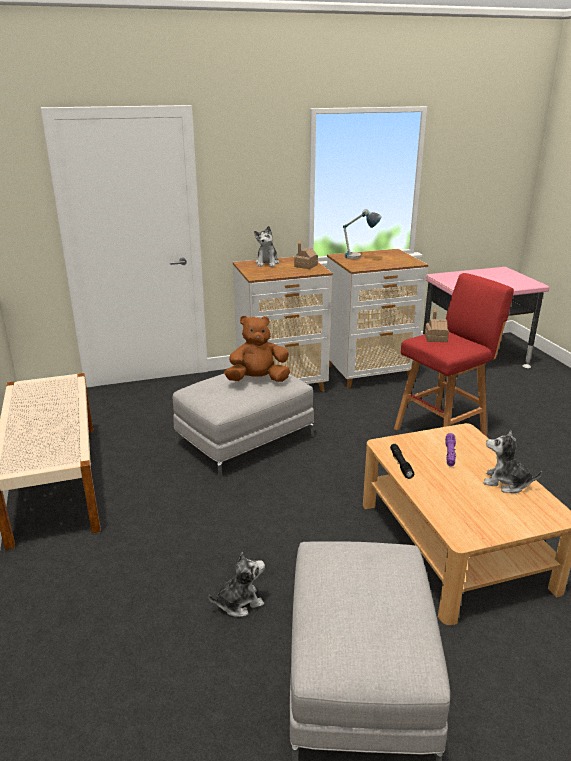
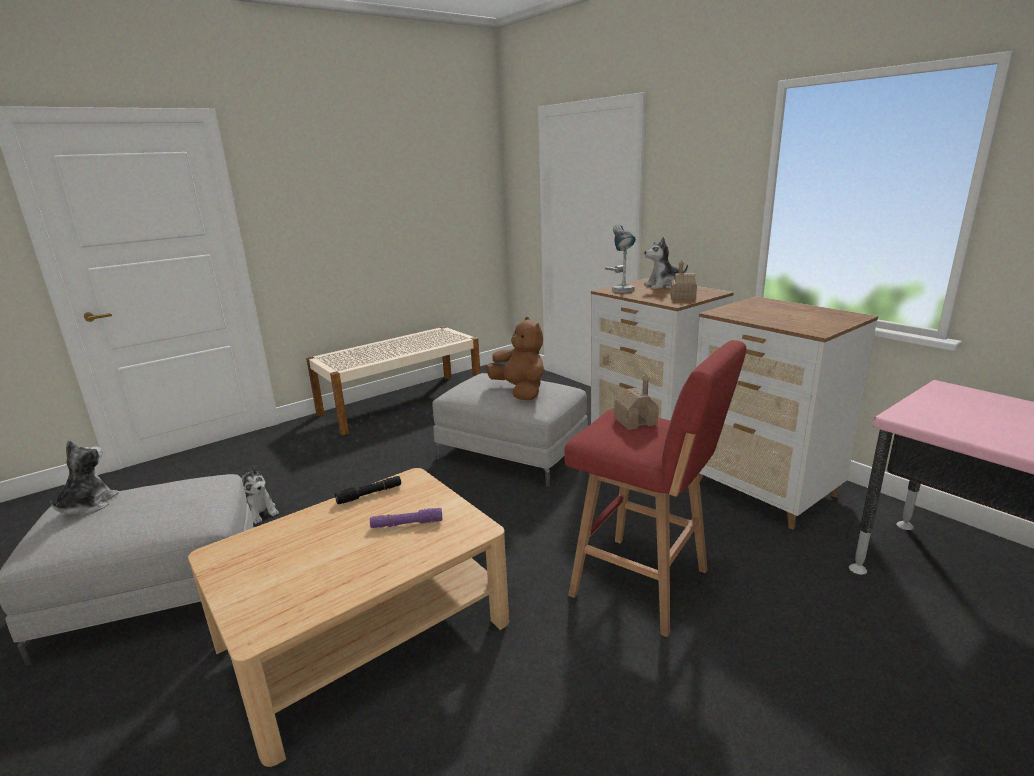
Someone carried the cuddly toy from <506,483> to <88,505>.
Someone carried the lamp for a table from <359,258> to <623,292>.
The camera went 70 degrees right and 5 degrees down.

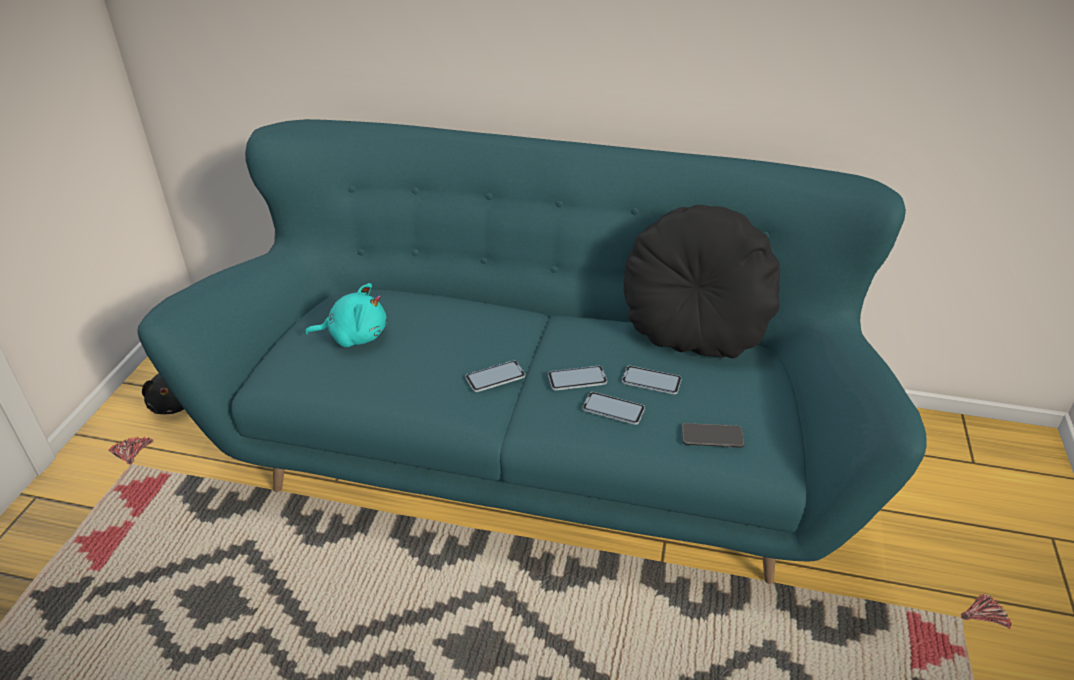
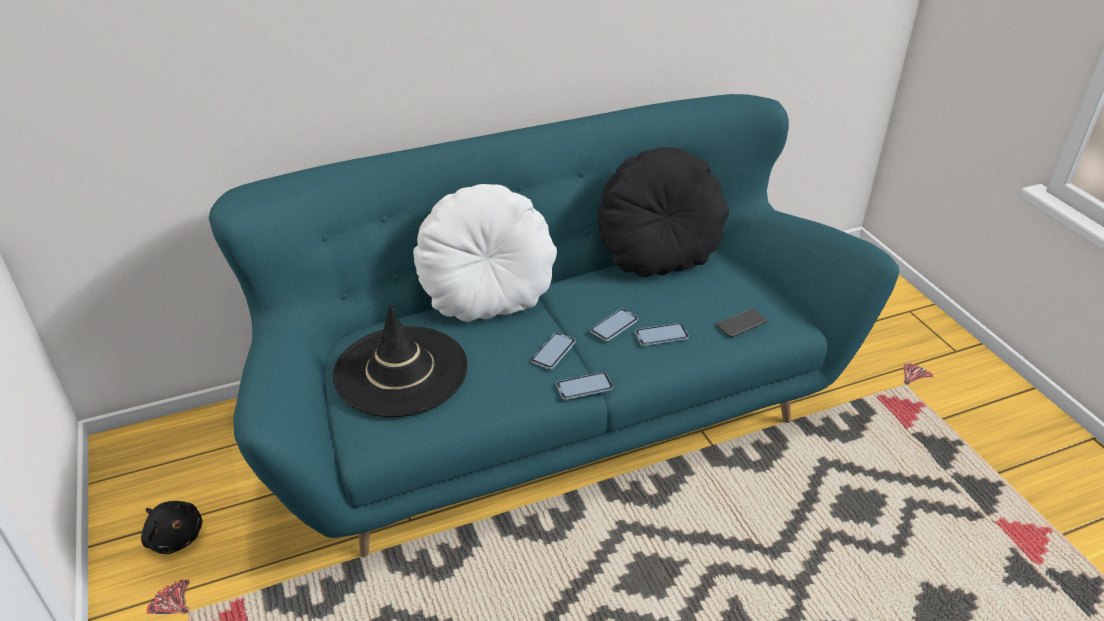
Someone swapped the blue-green cuddly toy at <354,336> for the black-coloured hat at <401,371>.
Someone put down the white throw pillow at <488,304>.
Someone carried the handset from <651,381> to <584,387>.
The camera went 35 degrees left and 0 degrees up.

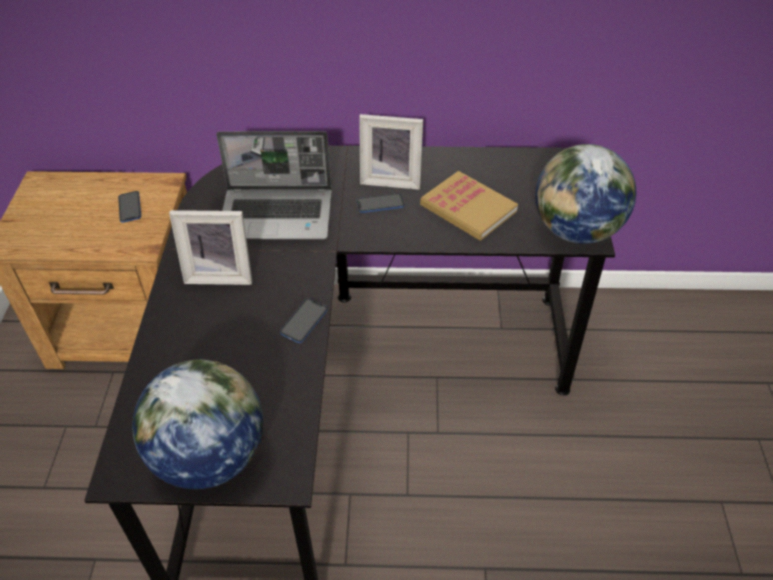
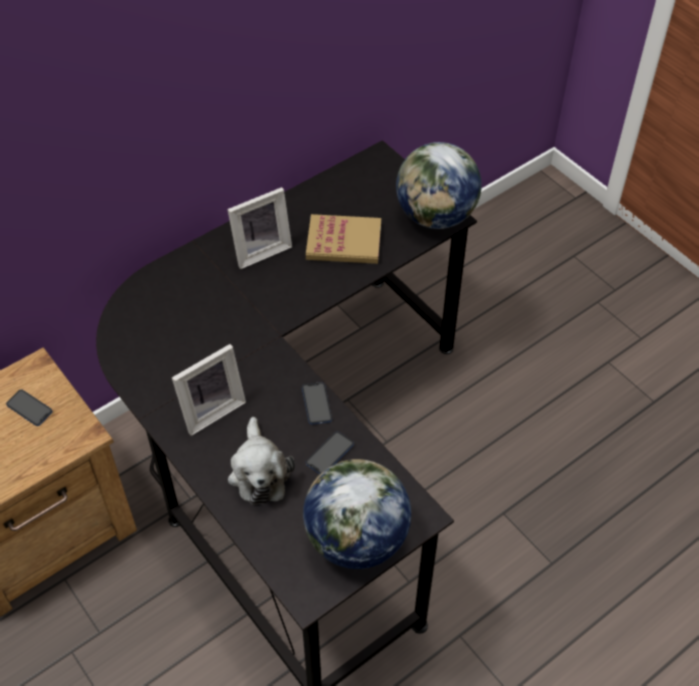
Someone put down the cuddly toy at <259,472>.
Someone carried the handset from <380,204> to <329,454>.
Someone took away the laptop at <278,215>.
The camera went 40 degrees left and 5 degrees up.

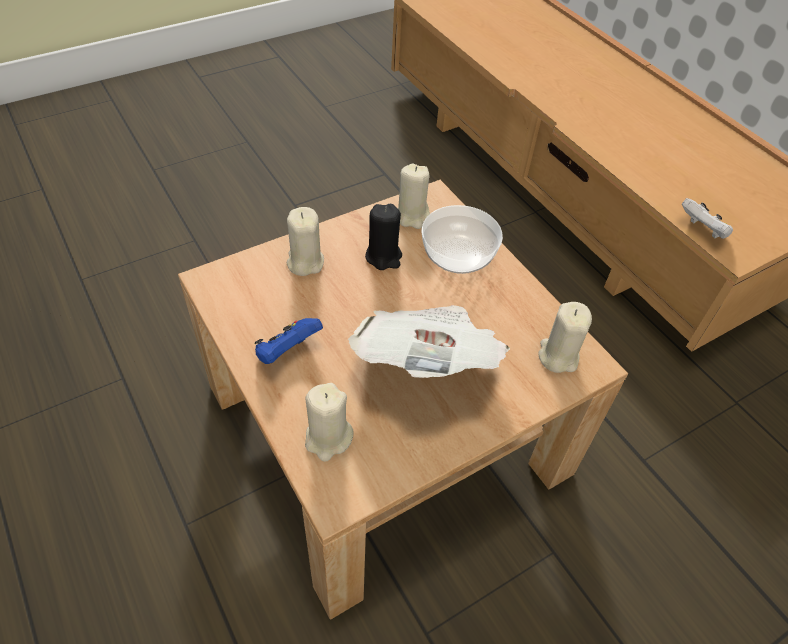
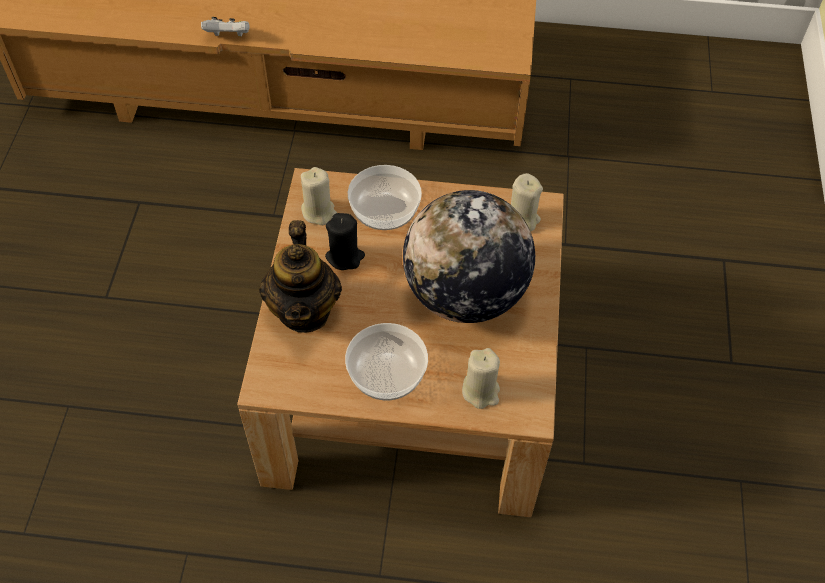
Someone carried the white joypad from <702,231> to <228,37>.
Someone swapped the sand-coloured wax candle at <305,262> for the teapot at <304,310>.
Someone swapped the blue-coloured joypad at <287,352> for the deep dish at <385,373>.
Someone swapped the printed paper at <427,361> for the desk globe at <465,294>.
The camera went 50 degrees left and 5 degrees up.

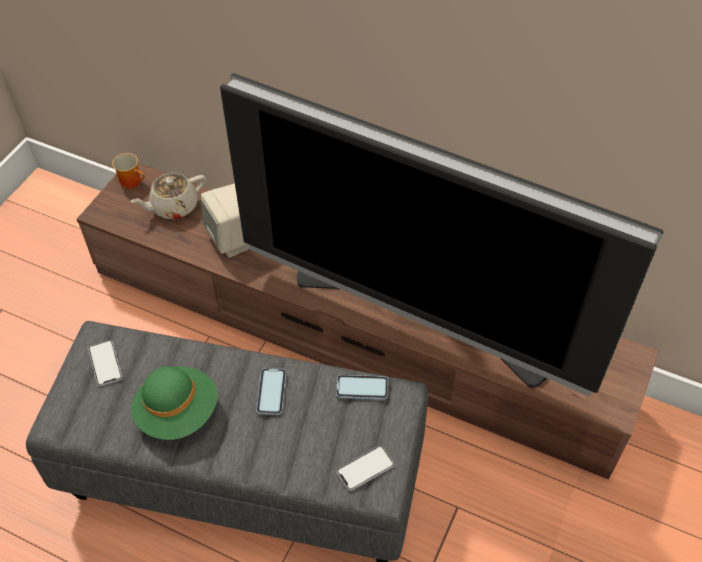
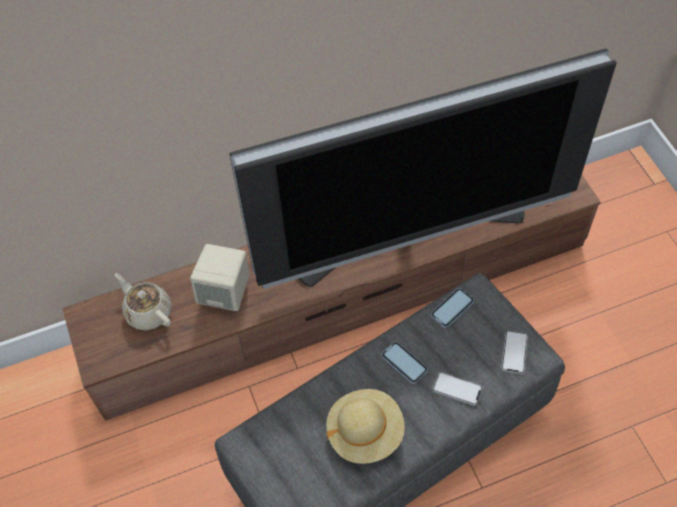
Someone rotated the sand-coloured teapot at <173,206> by 120 degrees clockwise.
Someone repainted the green-coloured hat at <178,412>, which became the sand-coloured hat at <365,432>.
Someone carried the handset from <105,363> to <457,389>.
Someone took away the tea mug at <133,181>.
The camera went 45 degrees left and 5 degrees up.

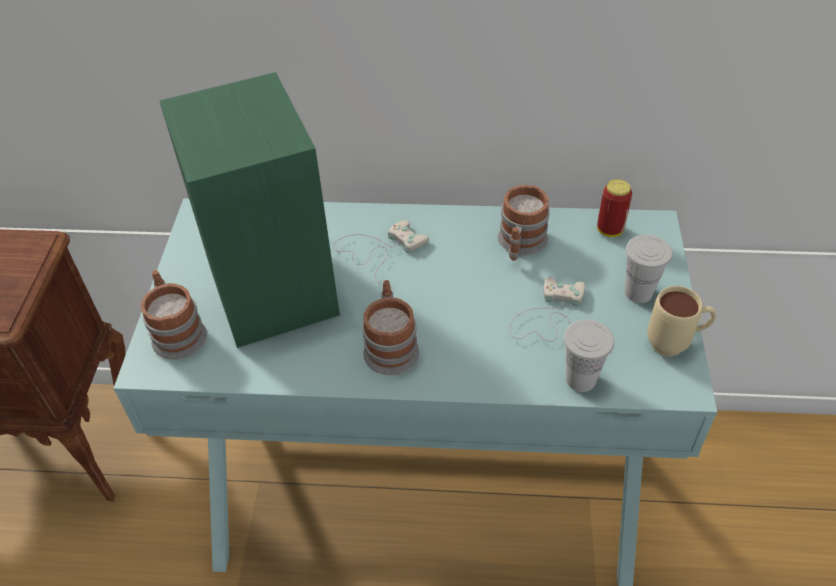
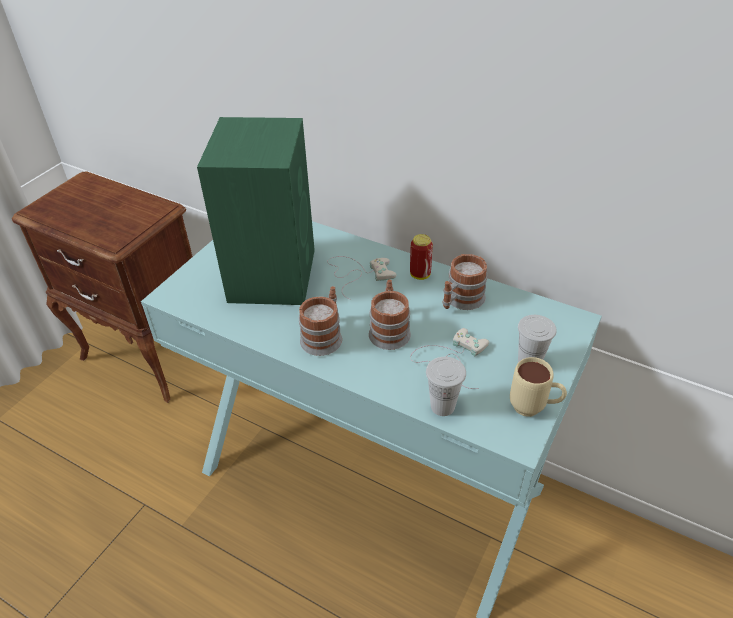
Someone carried the tea mug from <177,332> to <389,330>.
Someone carried the can from <610,230> to <420,275>.
The camera went 25 degrees right and 5 degrees down.

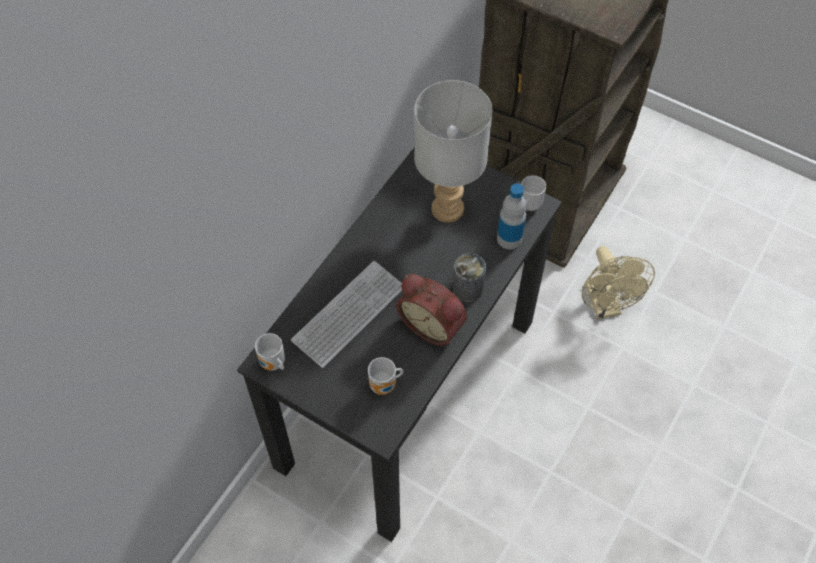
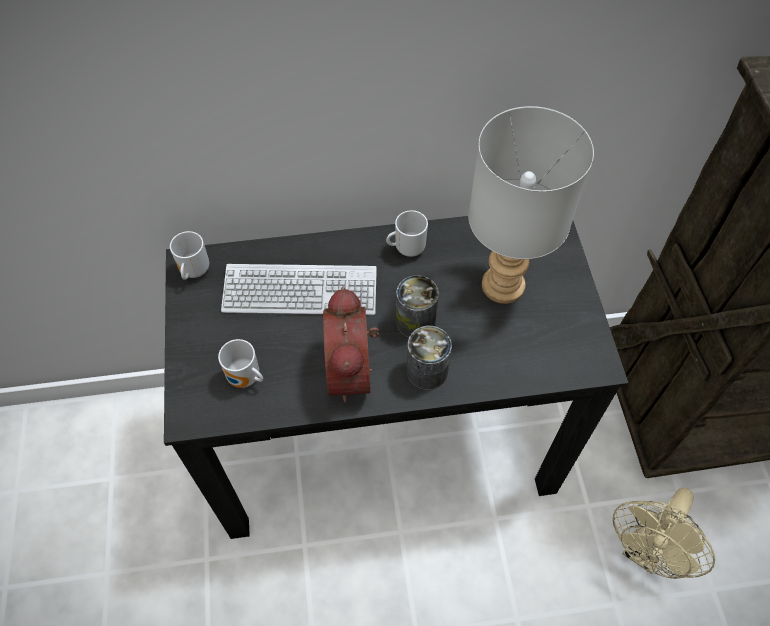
Someone carried the tea mug from <528,206> to <407,248>.
Someone put down the can at <415,321>.
Someone took away the beverage bottle at <509,238>.
The camera went 50 degrees right and 0 degrees up.

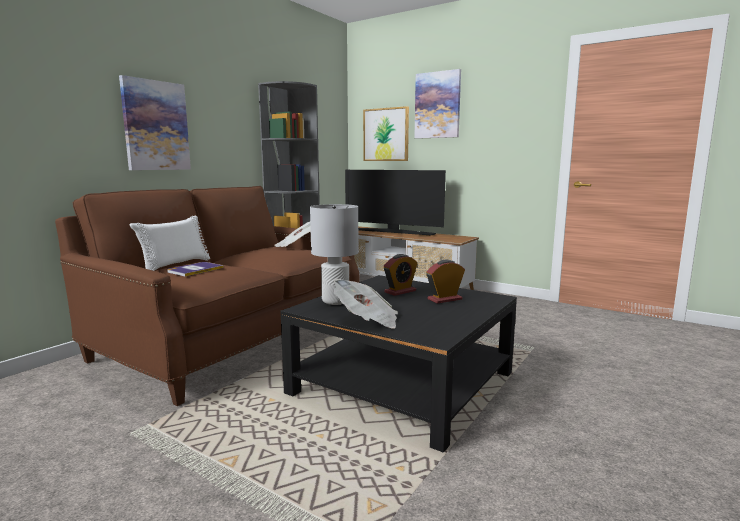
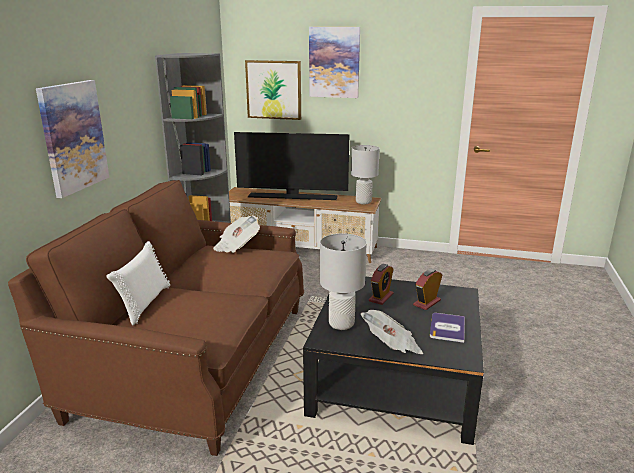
Someone put down the grey lamp for a table at <363,203>.
Someone carried the volume from <195,270> to <447,328>.
The camera went 20 degrees left and 10 degrees up.

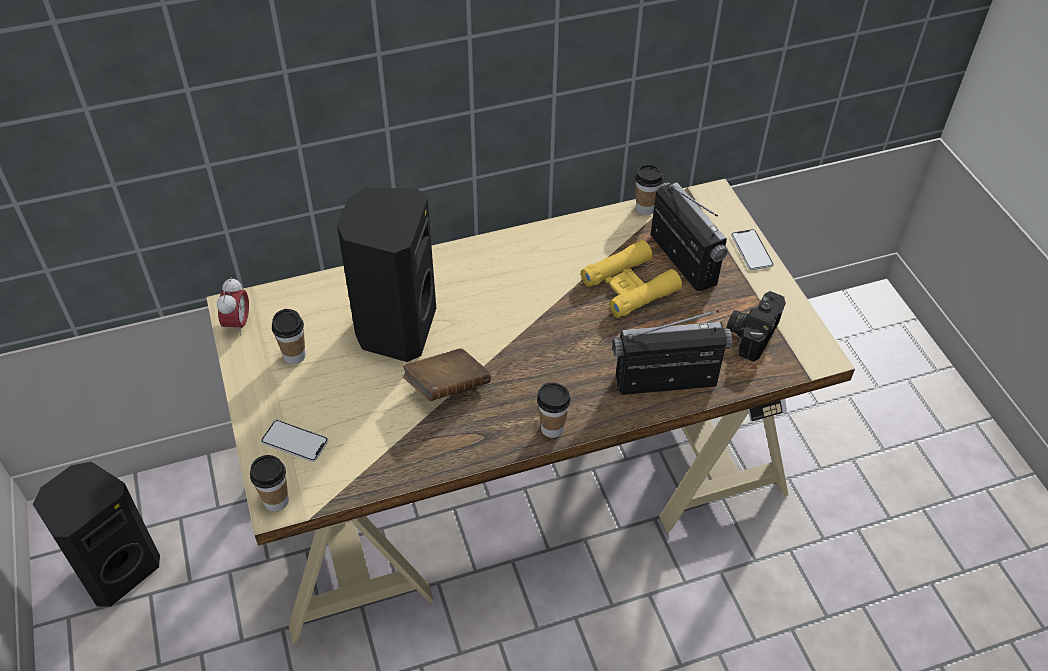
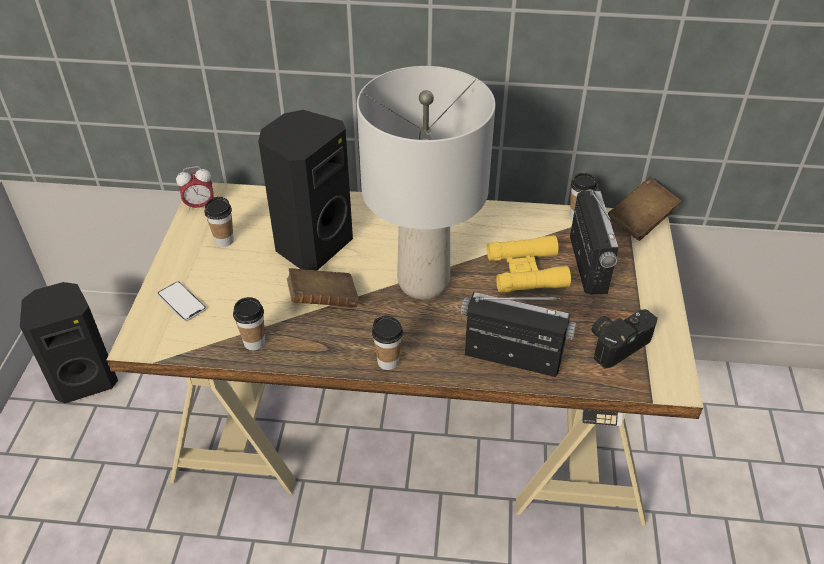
Someone rotated the bedside clock at <238,324> by 45 degrees clockwise.
Someone carried the cup from <276,501> to <254,342>.
Someone put down the grey lamp for a table at <424,282>.
Someone put down the brown volume at <641,221>.
Someone took away the handset at <751,250>.
The camera went 25 degrees right and 5 degrees down.

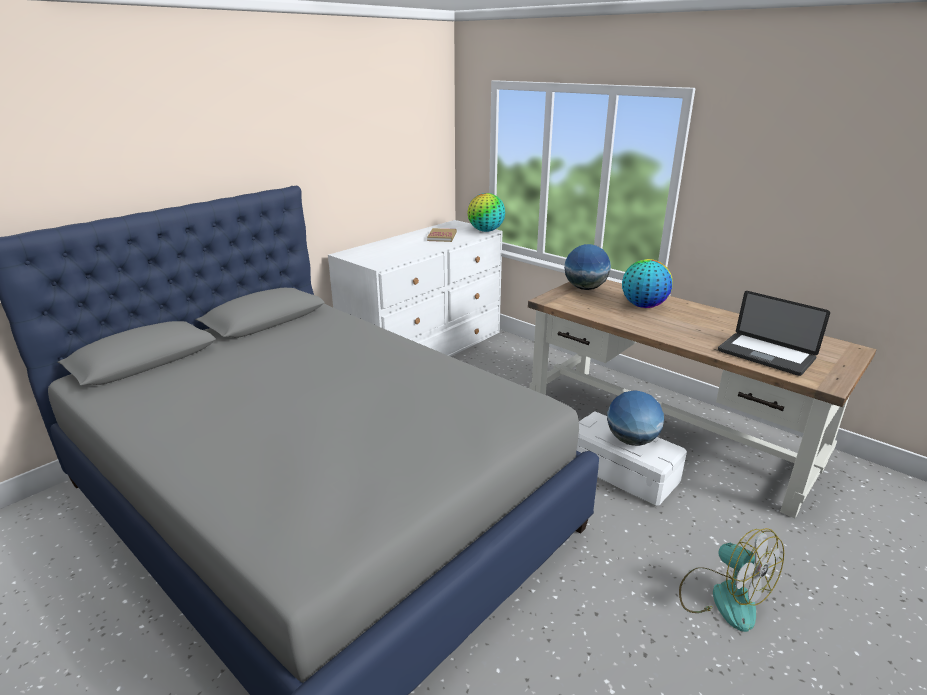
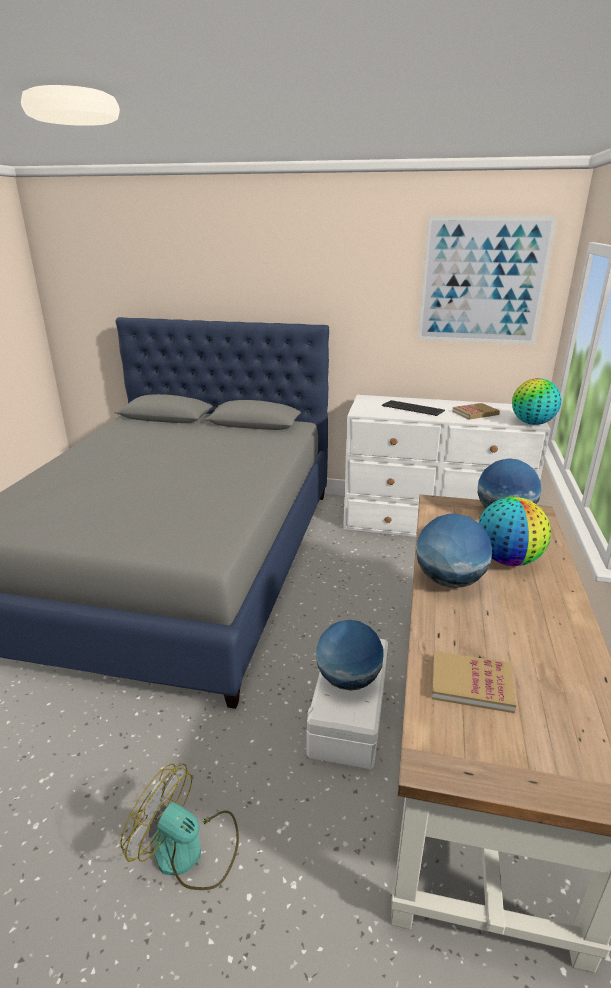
Someone rotated the cooling fan at <722,597> by 90 degrees clockwise.
Someone put down the keyboard at <413,408>.
Someone put down the desk globe at <449,581>.
Someone put up the picture at <482,281>.
Someone swapped the laptop at <765,355> for the volume at <471,683>.
The camera went 60 degrees right and 0 degrees up.

